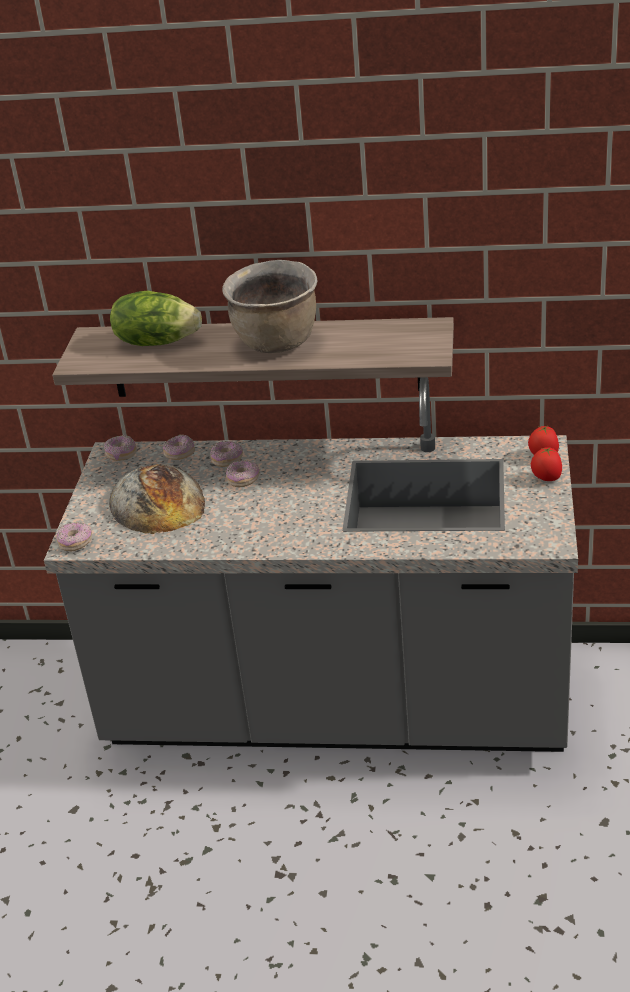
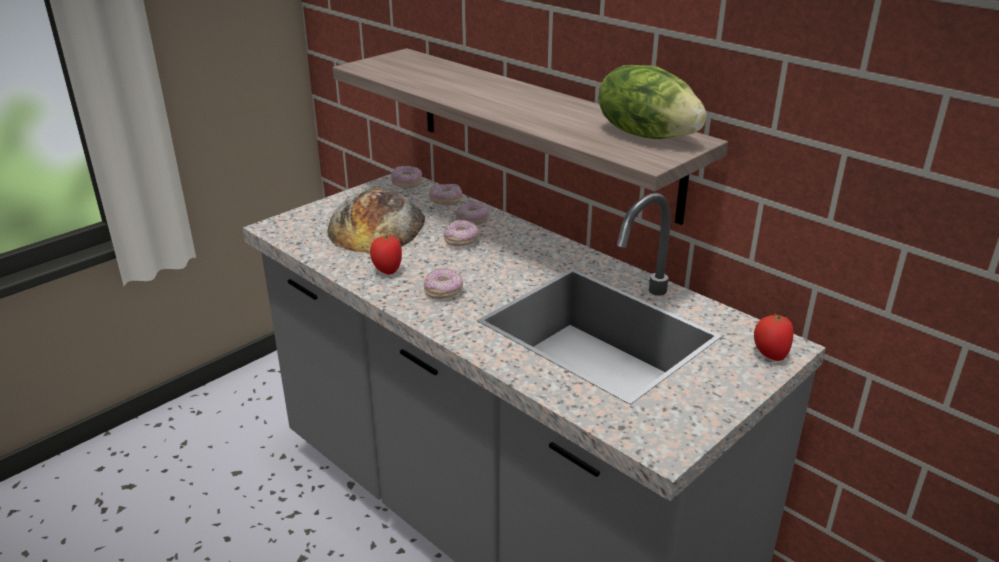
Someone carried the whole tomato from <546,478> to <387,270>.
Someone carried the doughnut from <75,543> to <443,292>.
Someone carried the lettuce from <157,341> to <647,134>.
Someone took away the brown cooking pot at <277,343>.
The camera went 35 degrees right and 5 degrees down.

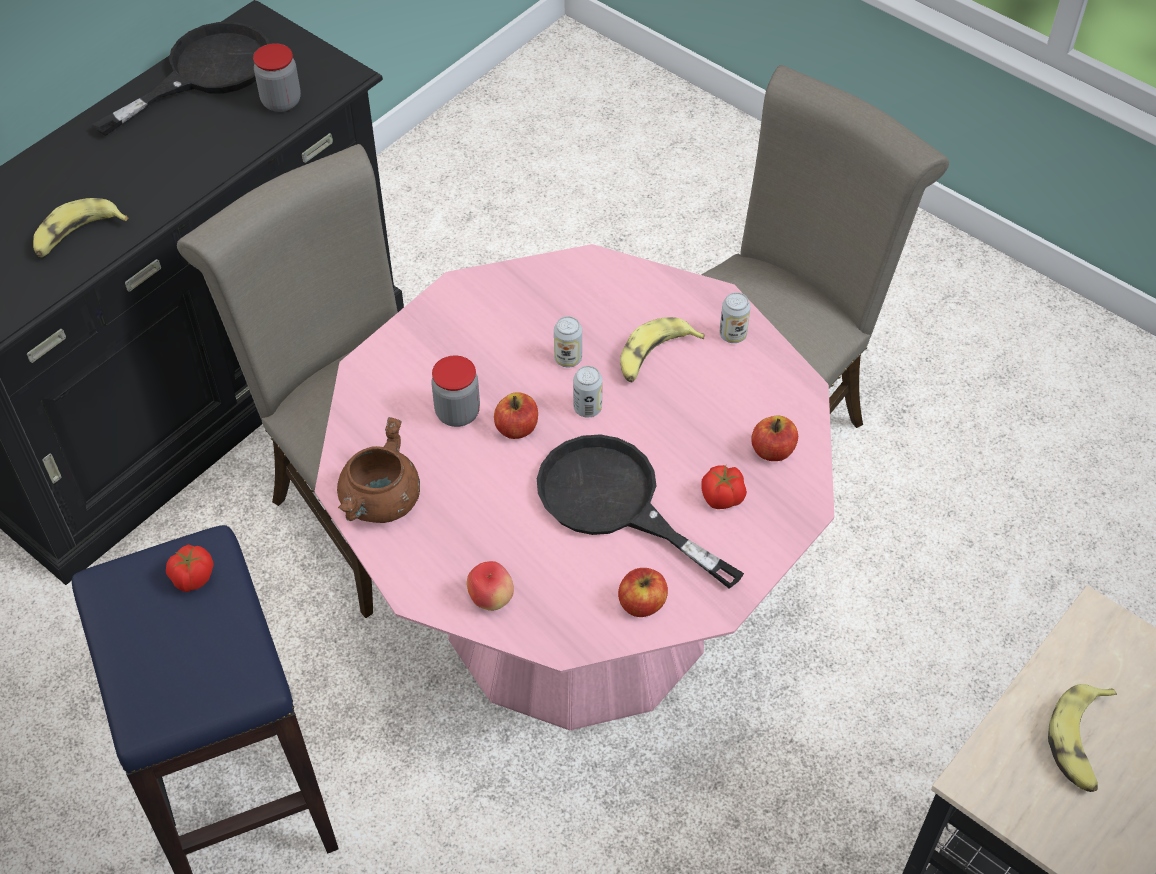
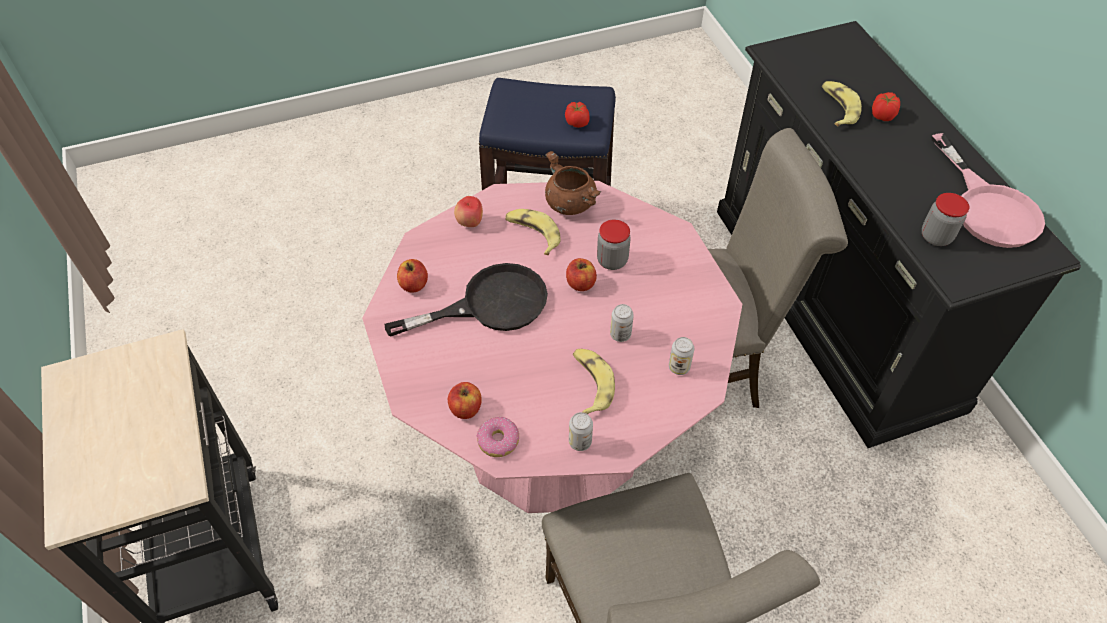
Someone put down the doughnut at <498,441>.
Someone carried the banana fruit from <1080,742> to <533,234>.
Someone carried the can from <587,408> to <679,367>.
Someone carried the whole tomato from <723,498> to <882,116>.
Someone repainted the black-coloured pan at <205,72>, which became the pinkish pan at <988,207>.
The camera went 120 degrees right and 0 degrees up.

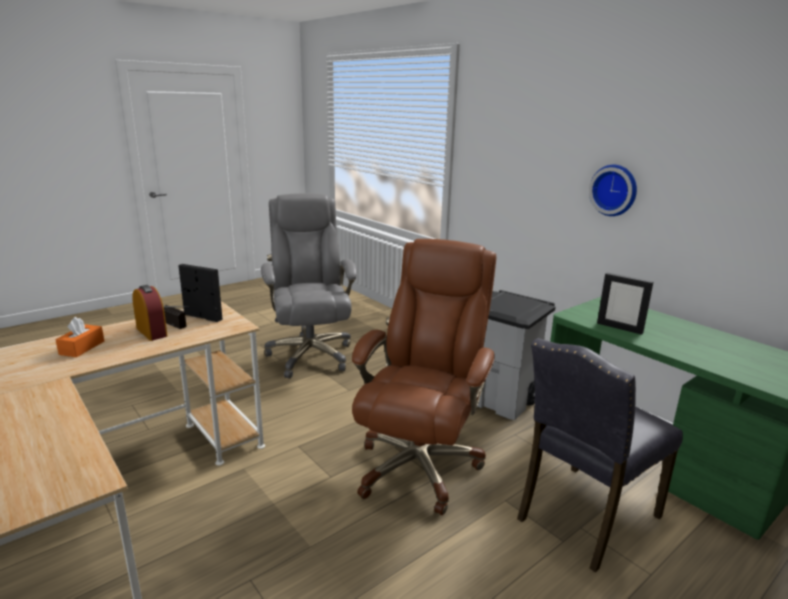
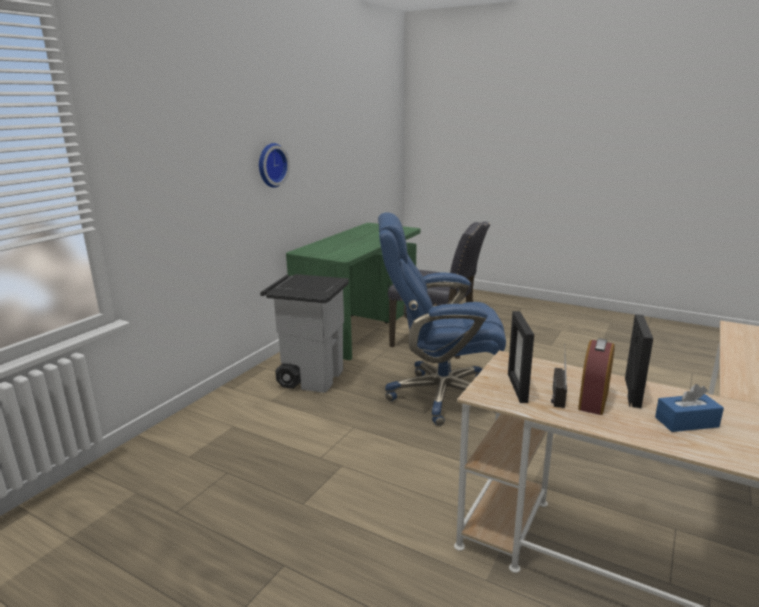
Someone repainted the brown office chair at <421,465>, which became the blue-coloured office chair at <438,396>.
Someone carried the picture frame from <619,327> to <631,392>.
Someone repainted the orange-coloured tissue holder at <82,348>, which became the blue-coloured tissue holder at <686,422>.
Someone took away the grey office chair at <311,354>.
The camera went 110 degrees left and 0 degrees up.

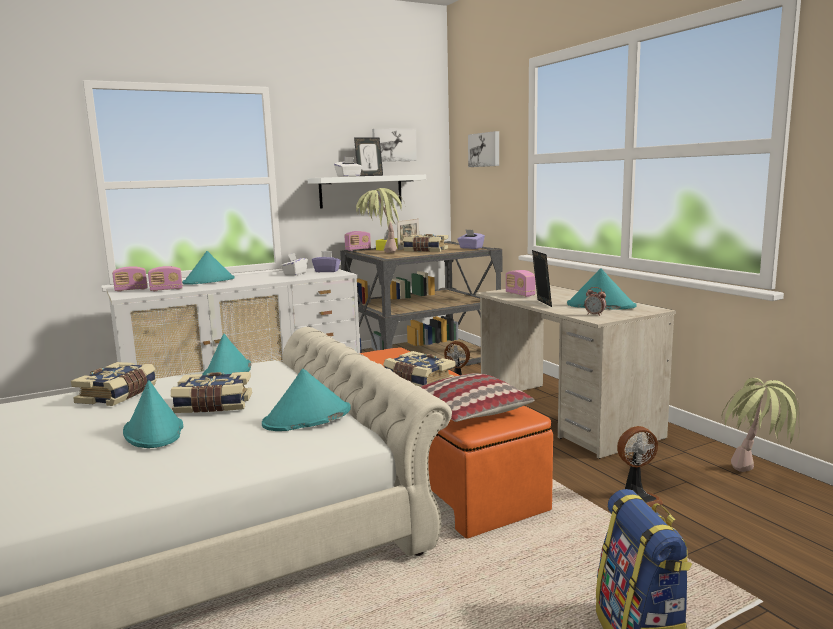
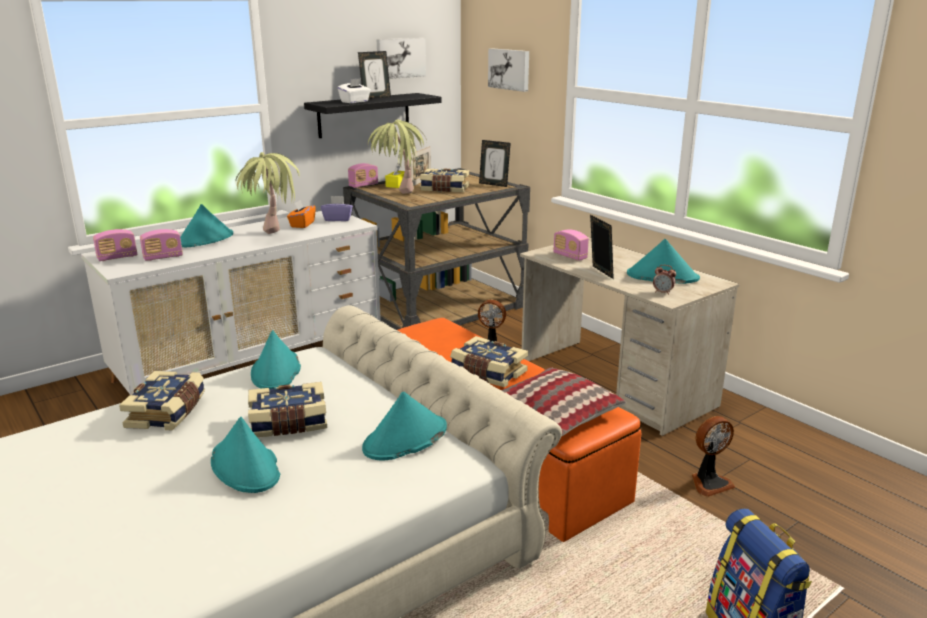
Someone carried the plant in a pot from <756,480> to <273,238>.
Someone repainted the white tissue holder at <295,274>, which became the orange-coloured tissue holder at <302,224>.
Someone repainted the white shelf at <361,191>, which became the black-coloured shelf at <364,115>.
Someone swapped the purple-coloured tissue holder at <471,248> for the picture frame at <494,184>.
The camera went 10 degrees left and 10 degrees up.

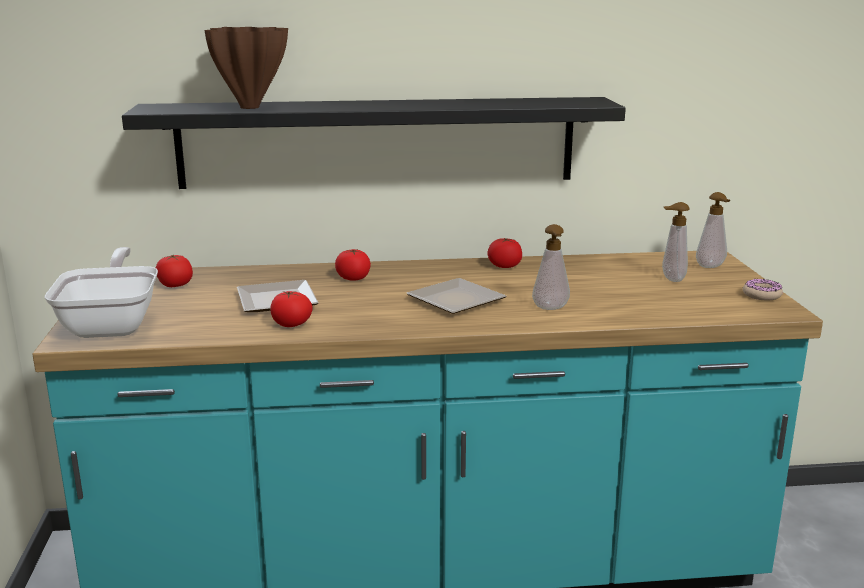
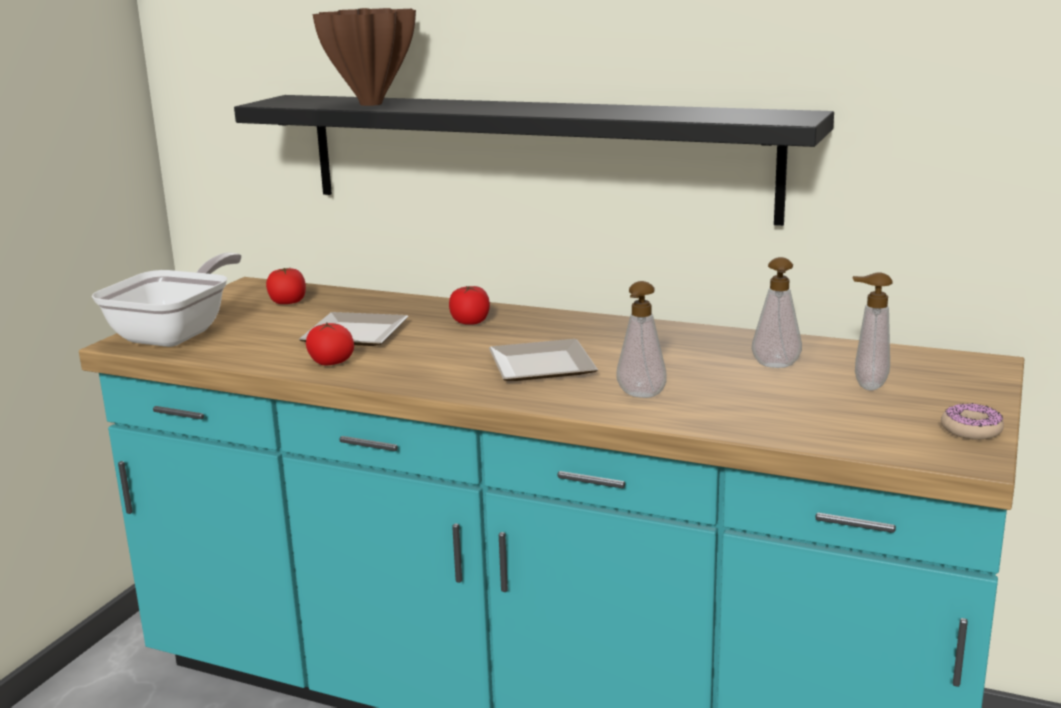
Someone carried the soap bottle from <711,267> to <776,366>.
Someone took away the whole tomato at <504,266>.
The camera went 30 degrees right and 0 degrees up.

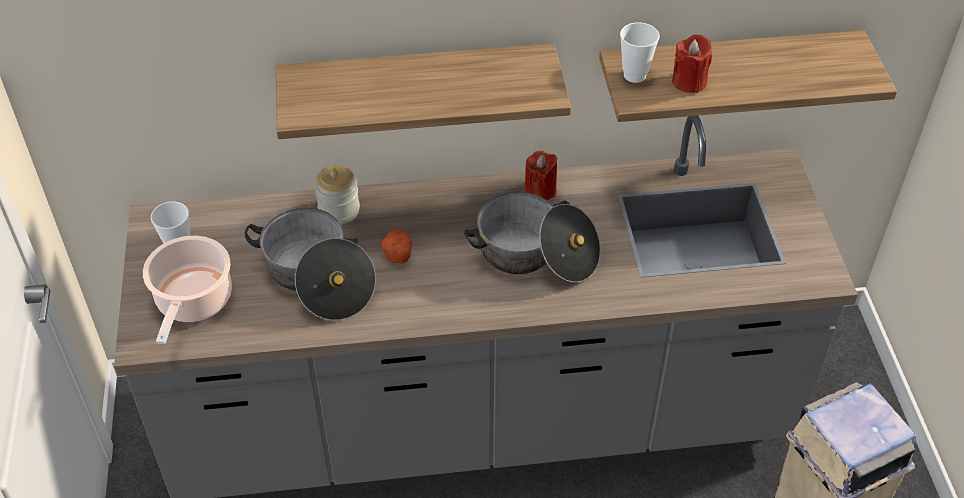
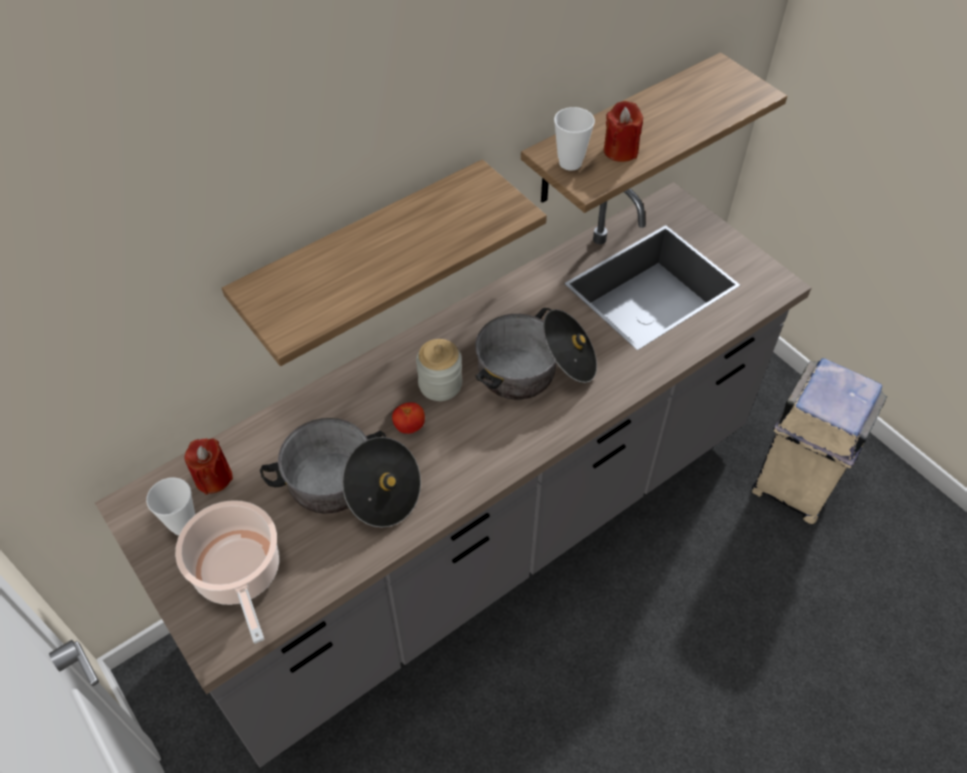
Someone carried the red wax candle from <540,190> to <213,478>.
Someone swapped the potato at <397,253> for the whole tomato at <409,426>.
Someone carried the storage jar from <339,210> to <440,384>.
The camera went 30 degrees left and 5 degrees up.

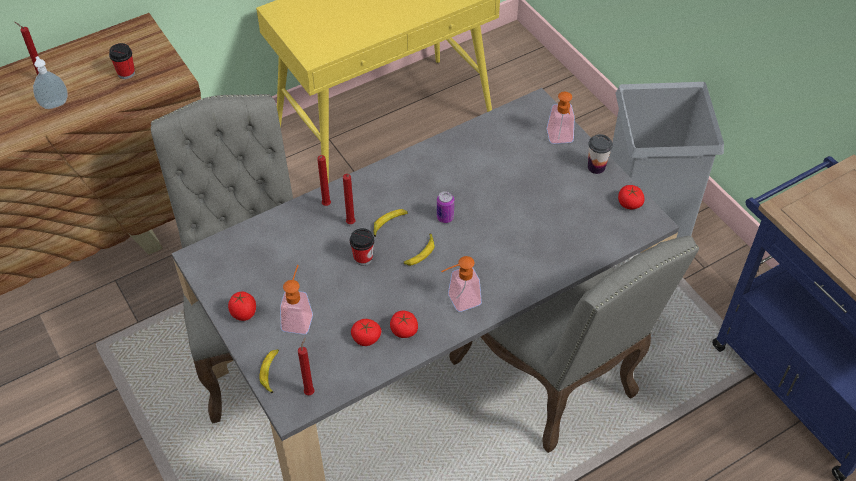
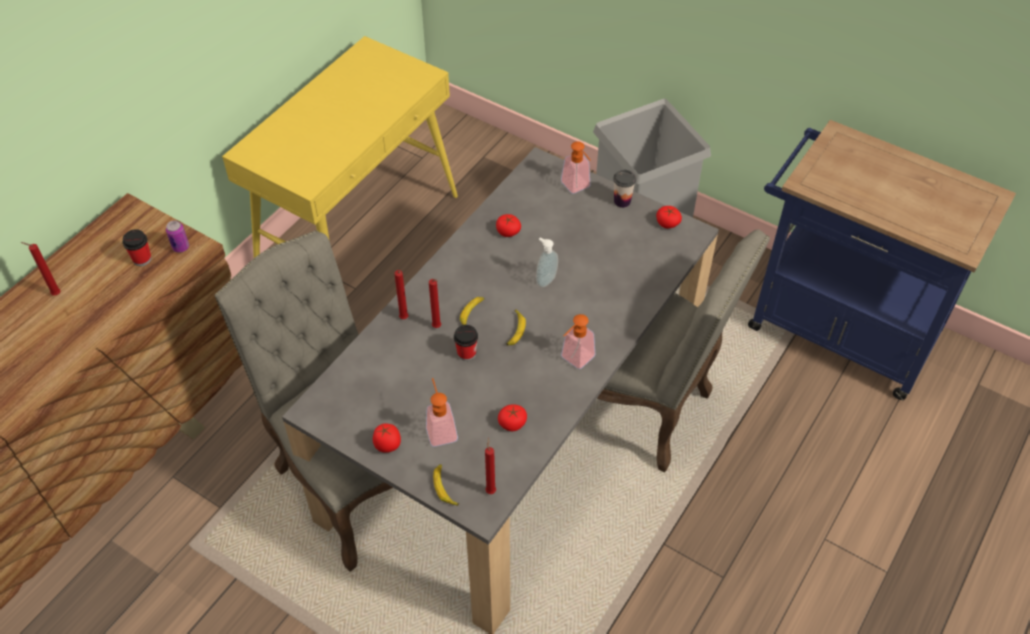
Someone carried the can from <445,217> to <181,247>.
Someone carried the whole tomato from <404,330> to <508,231>.
Someone carried the soap bottle from <54,104> to <545,280>.
The camera went 25 degrees left and 0 degrees up.

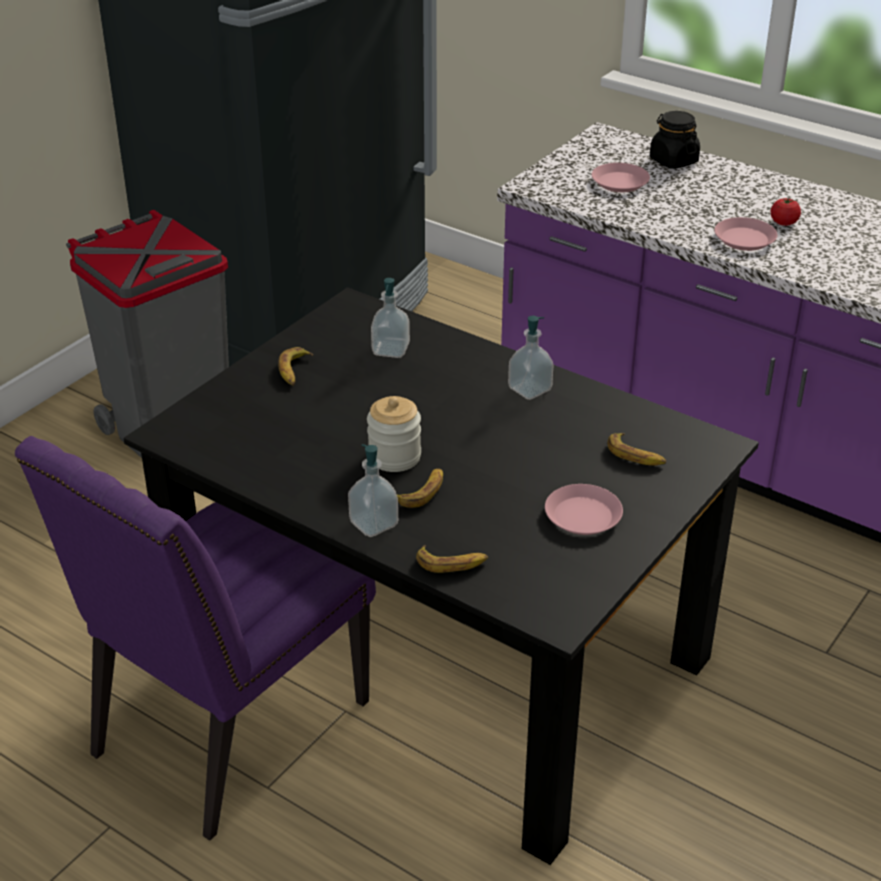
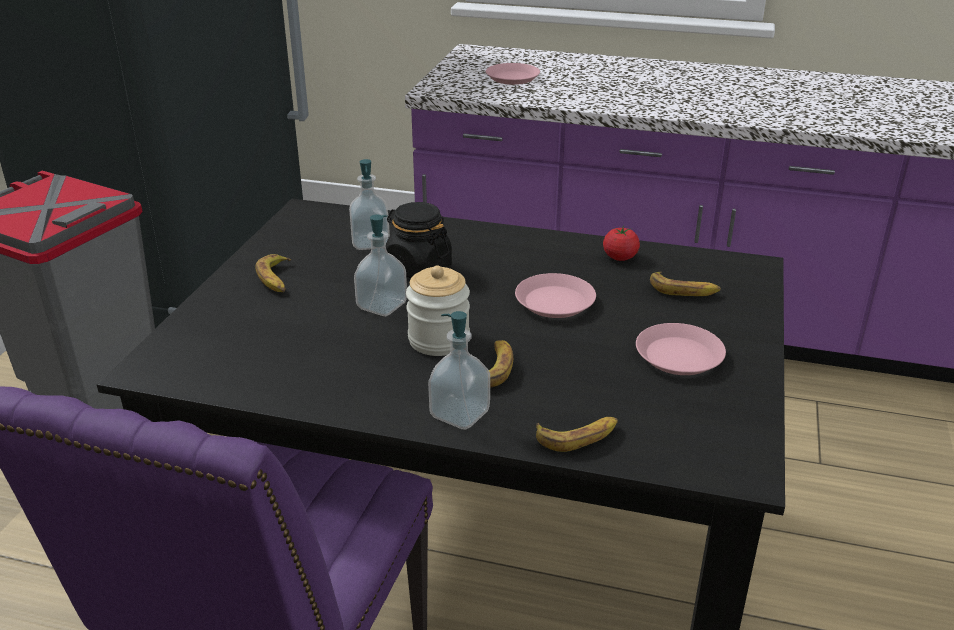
Someone carried the soap bottle from <530,389> to <382,306>.
Someone carried the black-coloured storage jar from <673,161> to <418,268>.
Someone carried the pinkish plate from <744,239> to <554,302>.
Someone carried the whole tomato from <783,222> to <620,257>.
The camera went 20 degrees left and 5 degrees down.

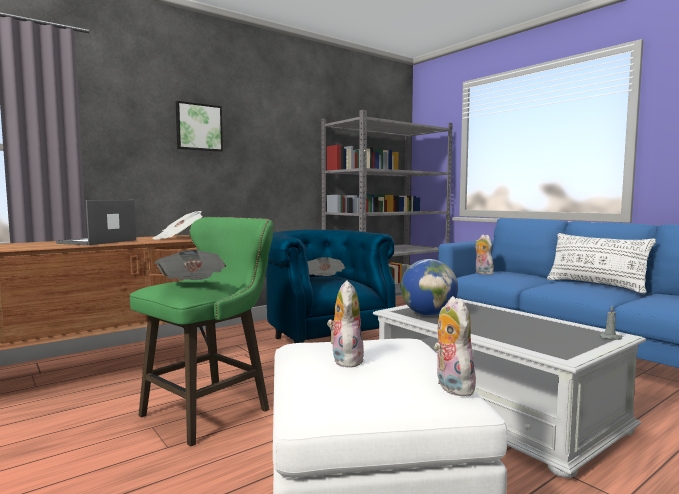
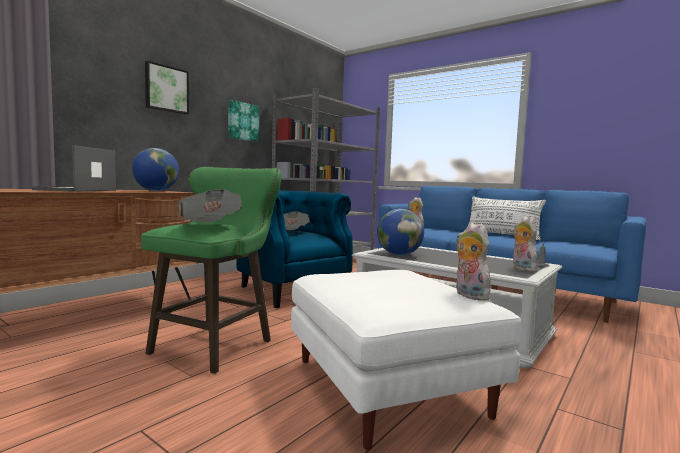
Someone swapped the printed paper at <178,238> for the desk globe at <156,191>.
Someone put up the picture at <242,121>.
Someone carried the cuddly toy from <345,360> to <522,269>.
The camera went 15 degrees left and 0 degrees up.

